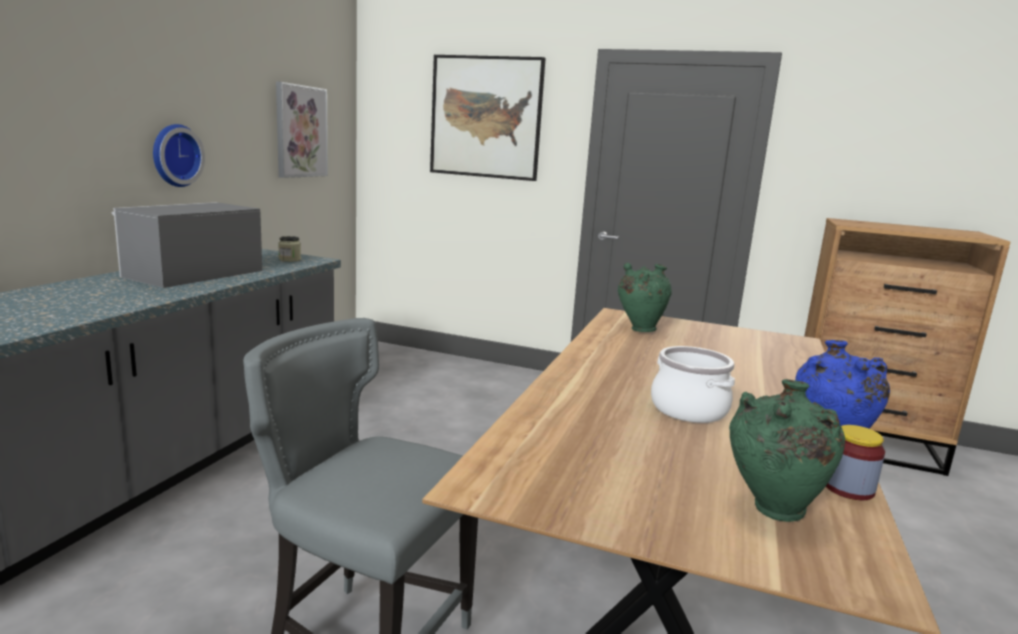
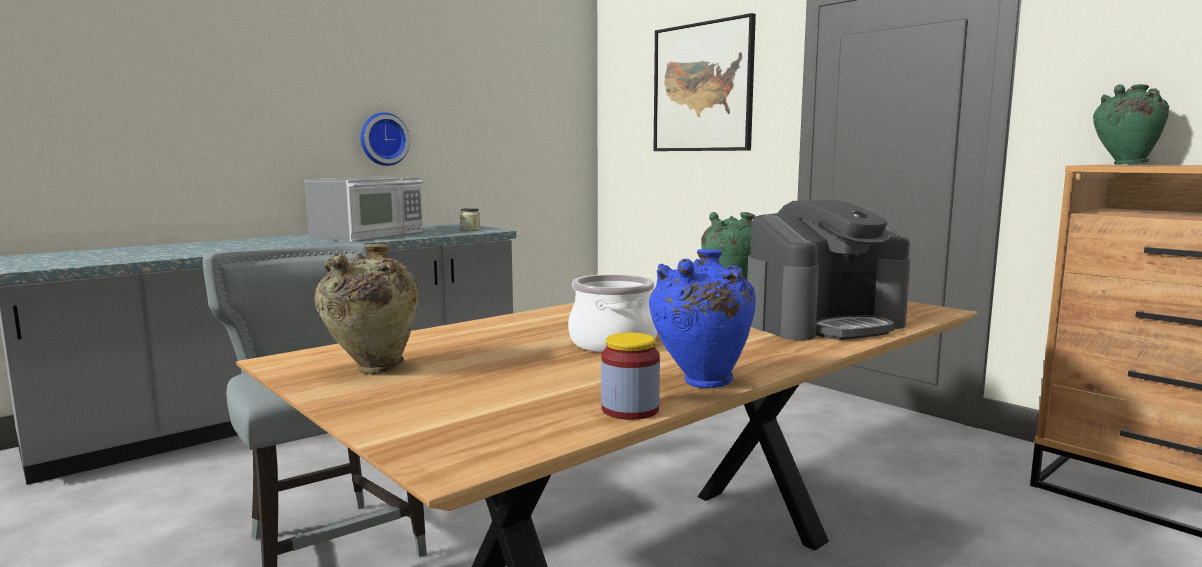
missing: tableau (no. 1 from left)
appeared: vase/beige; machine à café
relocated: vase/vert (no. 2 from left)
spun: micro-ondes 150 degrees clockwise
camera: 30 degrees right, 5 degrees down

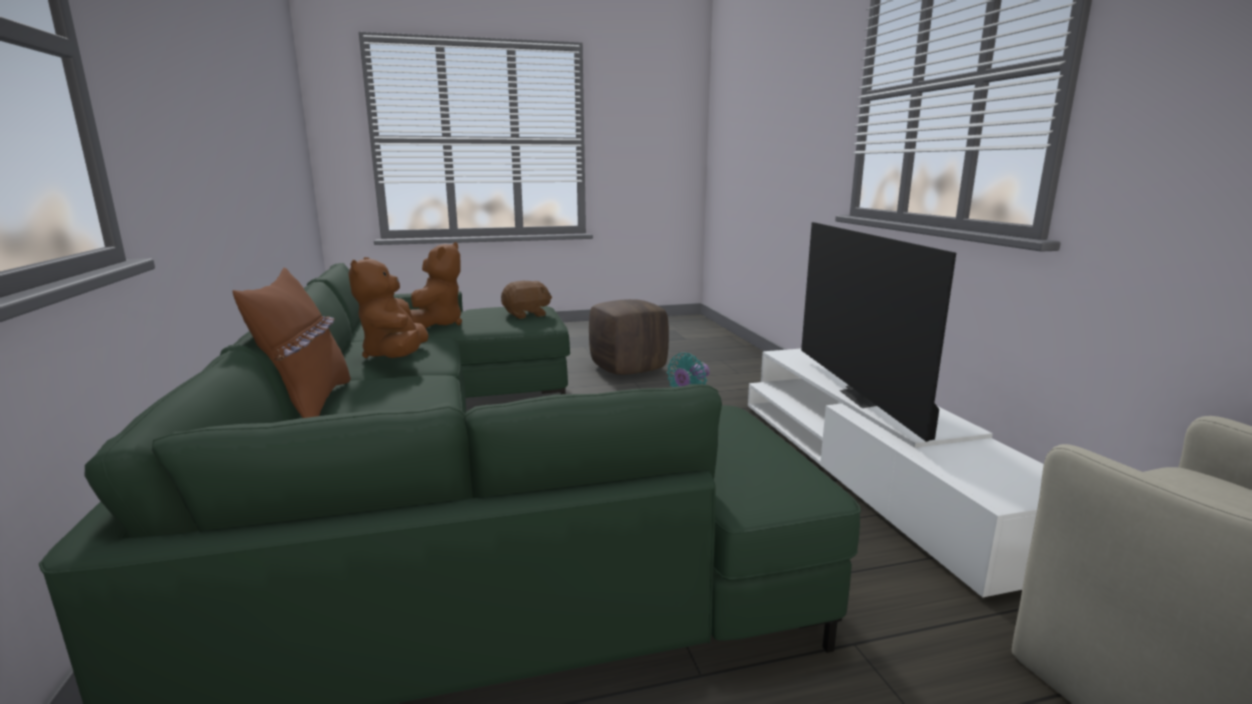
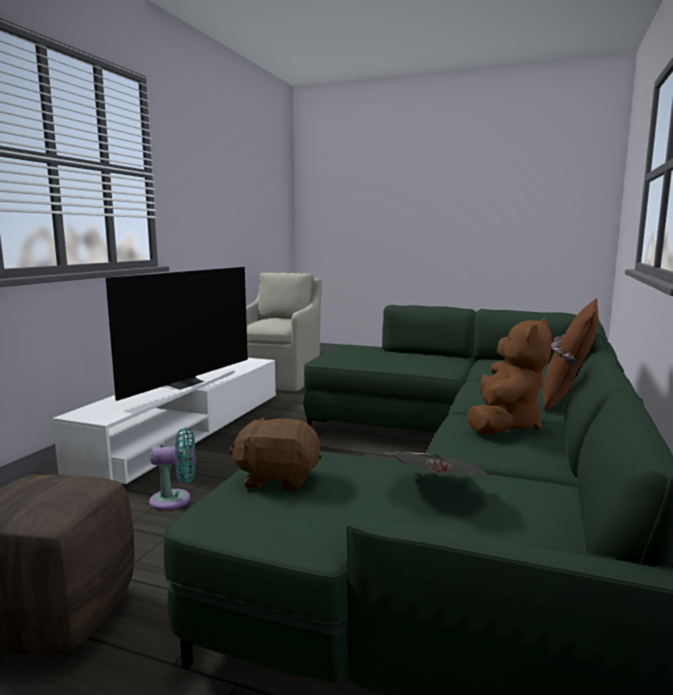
exchanged: peluche/marron (no. 2 from left) to journal
camera: 145 degrees left, 5 degrees down

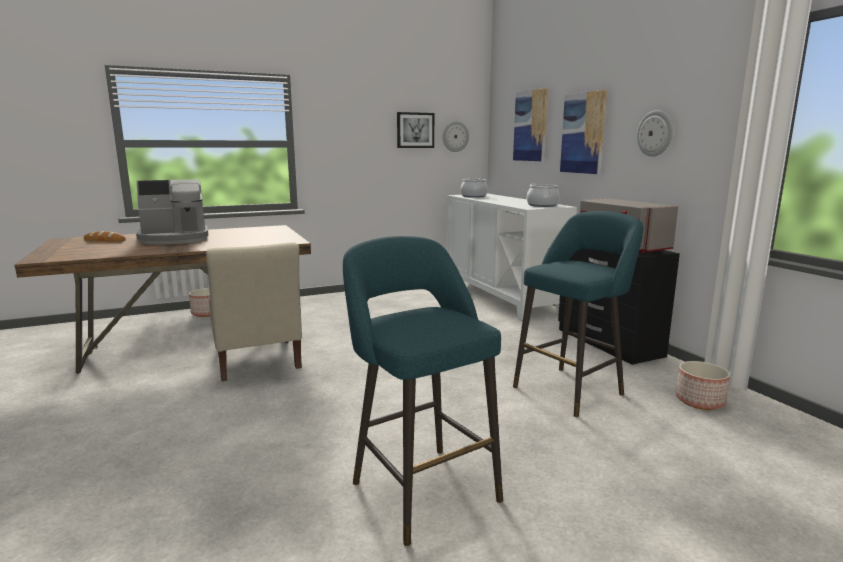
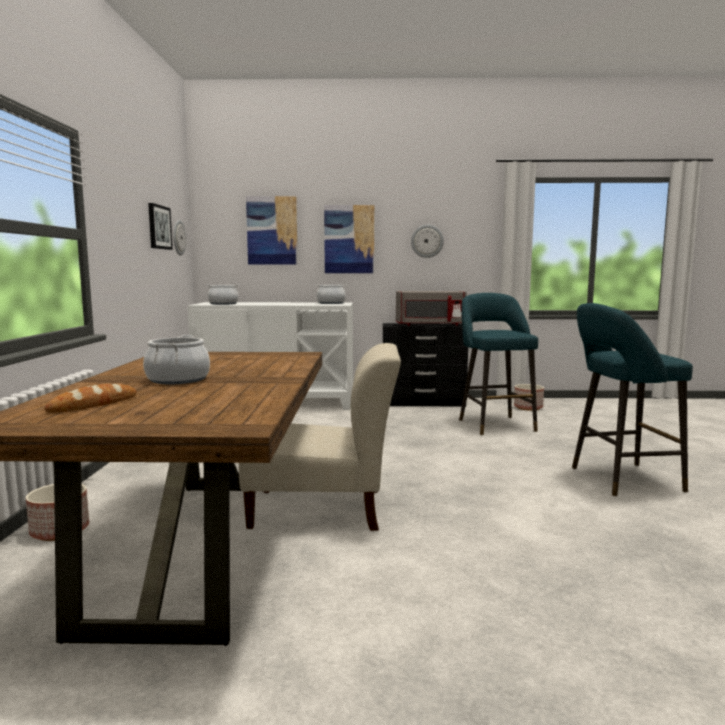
exchanged: machine à café to marmite (no. 1 from left)
camera: 65 degrees left, 5 degrees down

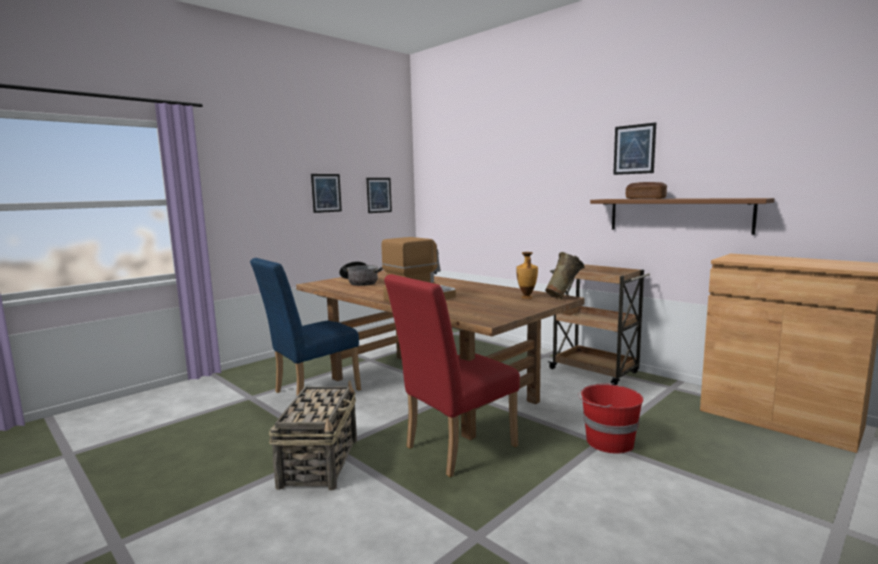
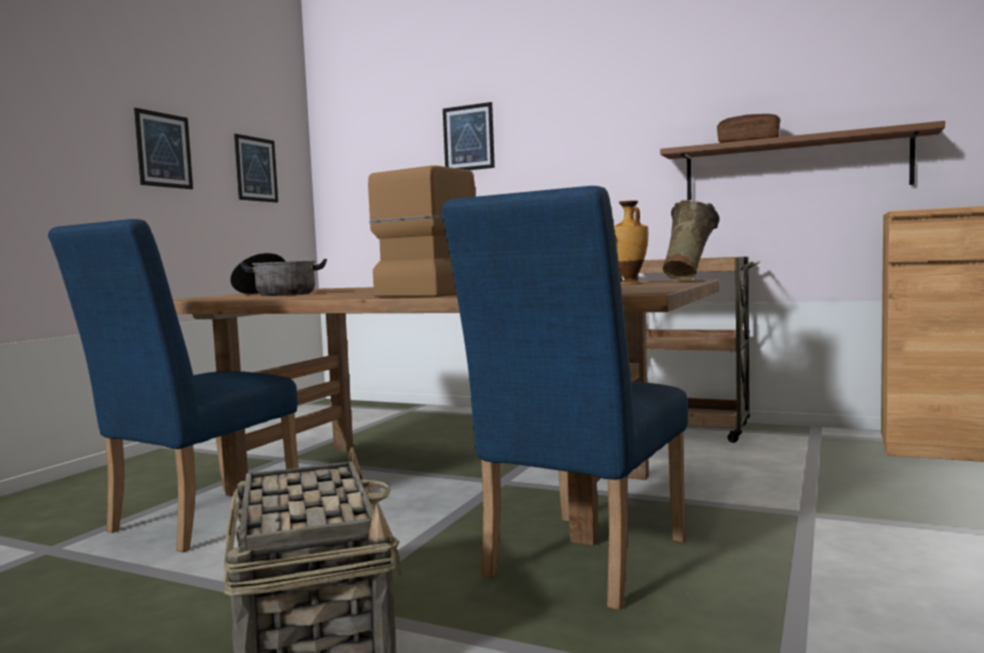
missing: seau/rouge
relocated: tableau (no. 3 from left)
colour: chaise/rouge to chaise/bleu (no. 2 from left)
camera: 20 degrees left, 5 degrees down

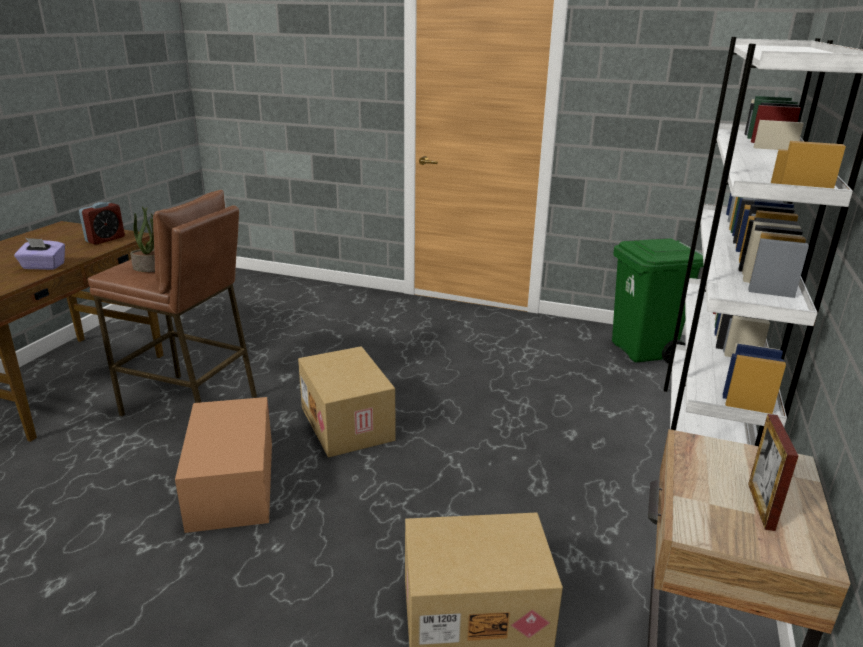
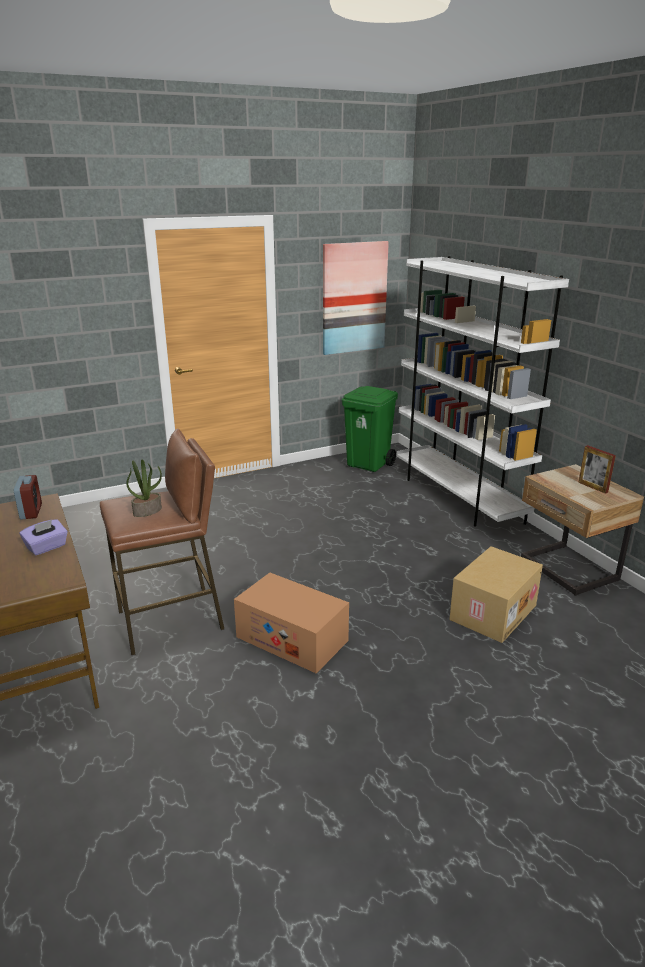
missing: carton (no. 2 from left)
appeared: tableau
camera: 45 degrees left, 0 degrees up

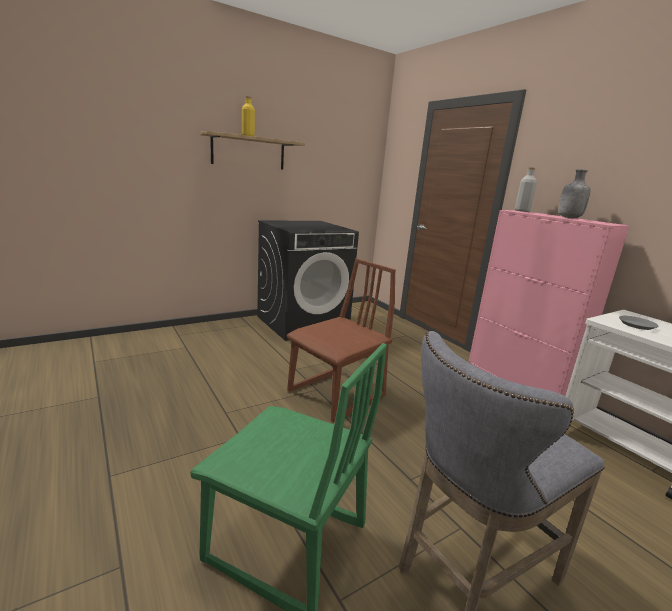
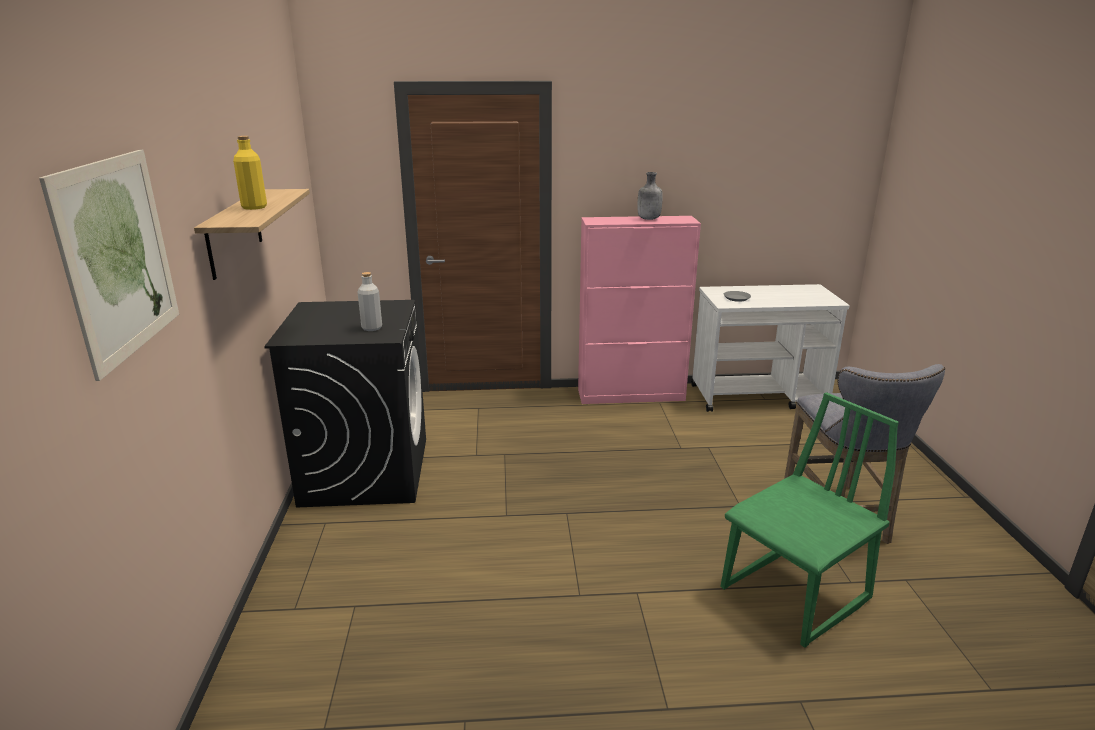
missing: chaise/marron
appeared: tableau
relocated: bouteille/gris (no. 1 from left)
camera: 60 degrees left, 5 degrees up

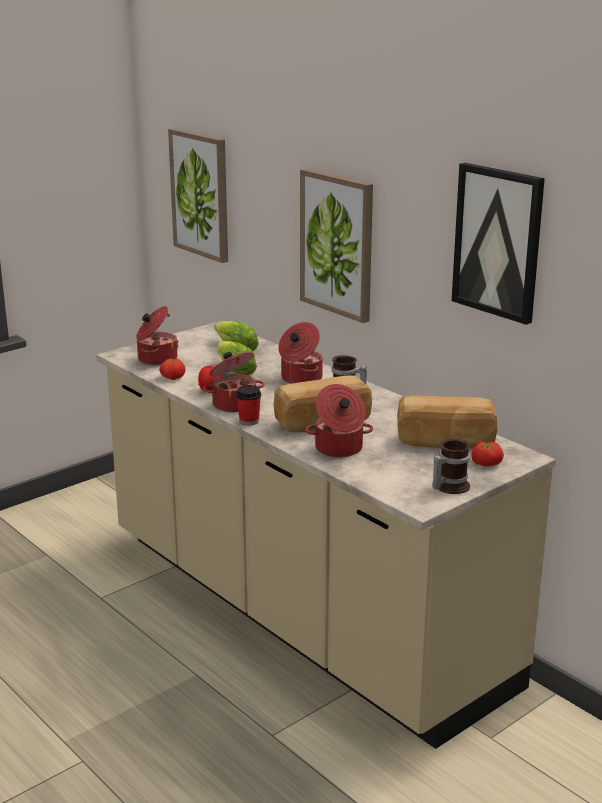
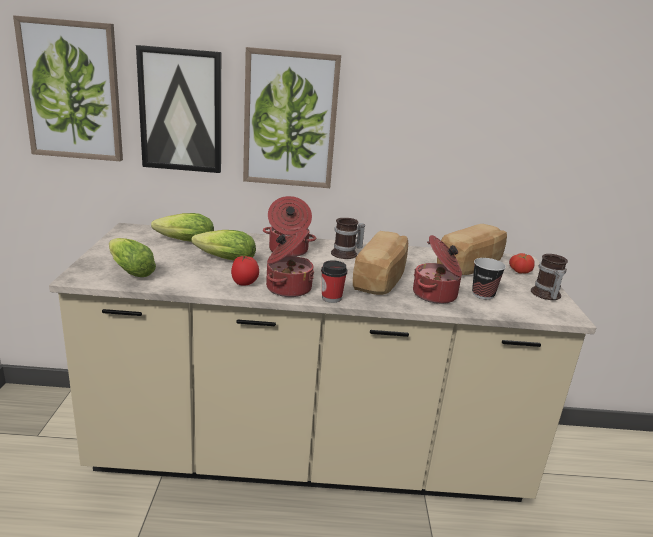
missing: tomate (no. 1 from left)
appeared: tasse (no. 2 from left)
relocated: tableau (no. 3 from left in the first image) to tableau (no. 2 from left)
exchanged: marmite (no. 1 from left) to laitue (no. 1 from left)
camera: 50 degrees left, 0 degrees up

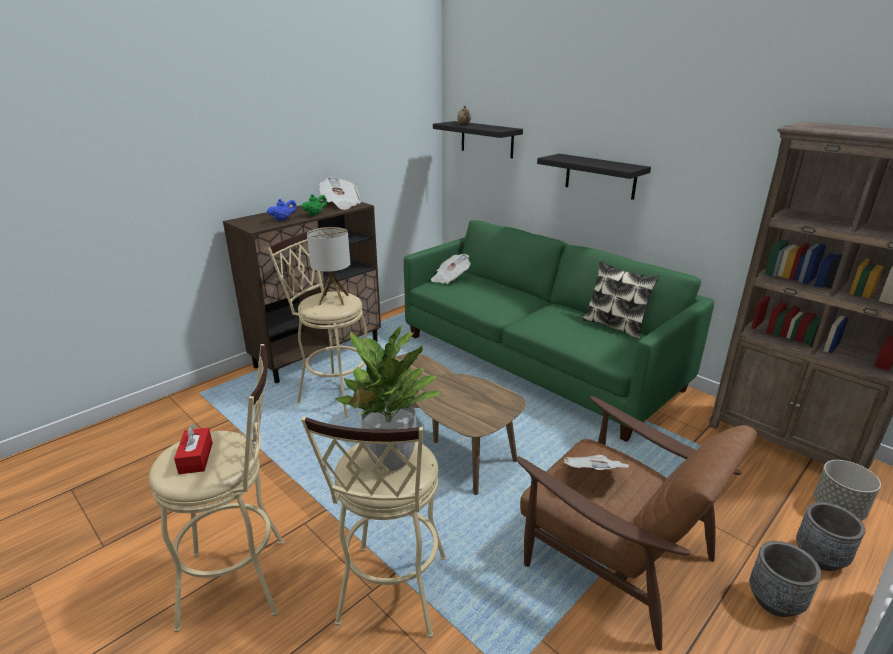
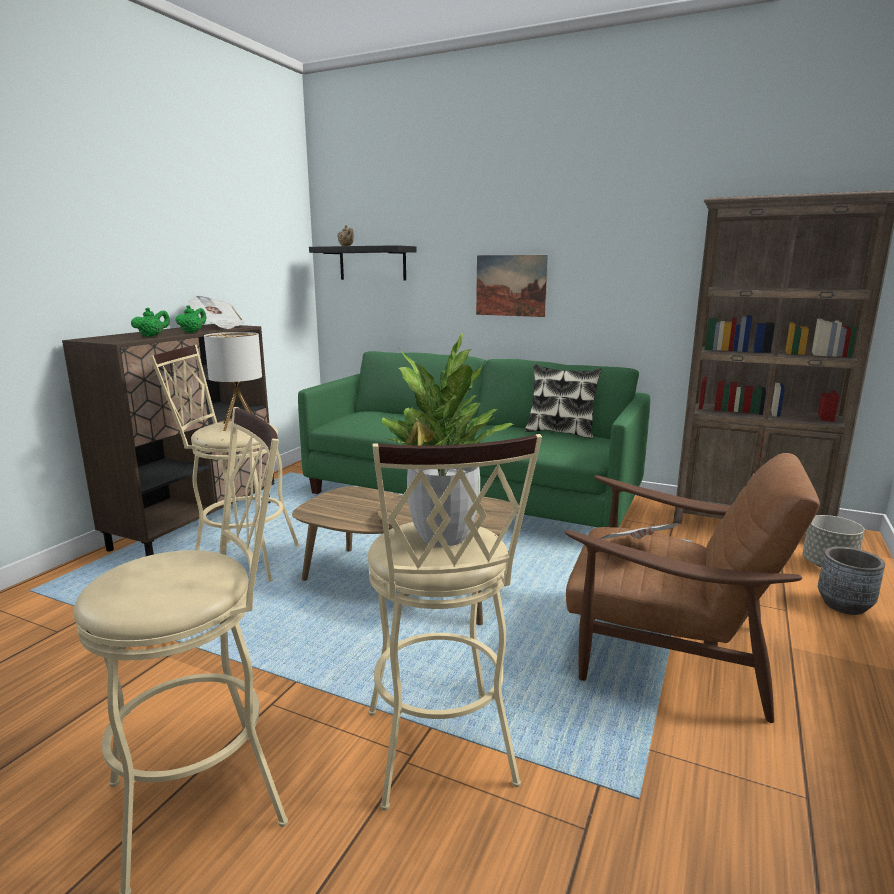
missing: boîte à mouchoirs/rouge; journal (no. 2 from left); cache-pot/gris (no. 1 from left)
exchanged: étagère/noir (no. 2 from left) to tableau
colour: théière/bleu to théière/vert (no. 1 from left)
camera: 20 degrees left, 10 degrees down

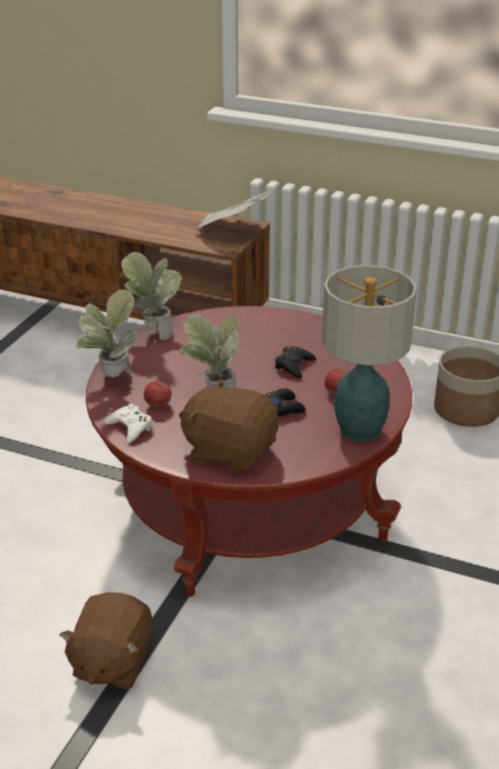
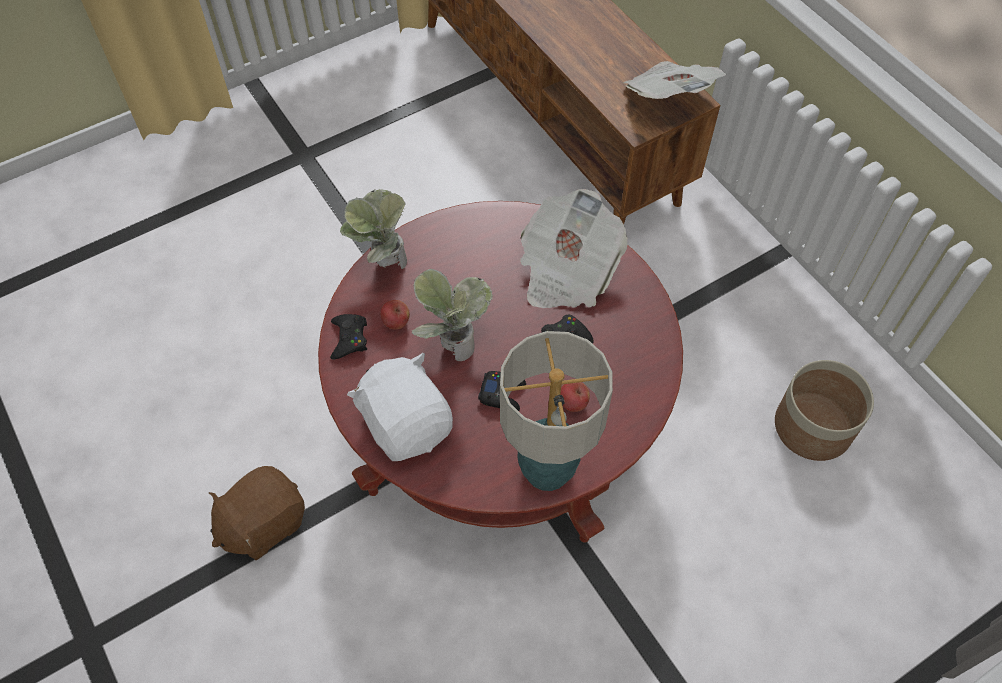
missing: plante en pot (no. 2 from left)
appeared: journal (no. 1 from left)
colour: manette/blanc to manette/noir (no. 1 from left); peluche/marron (no. 2 from left) to peluche/blanc
camera: 35 degrees right, 25 degrees up

